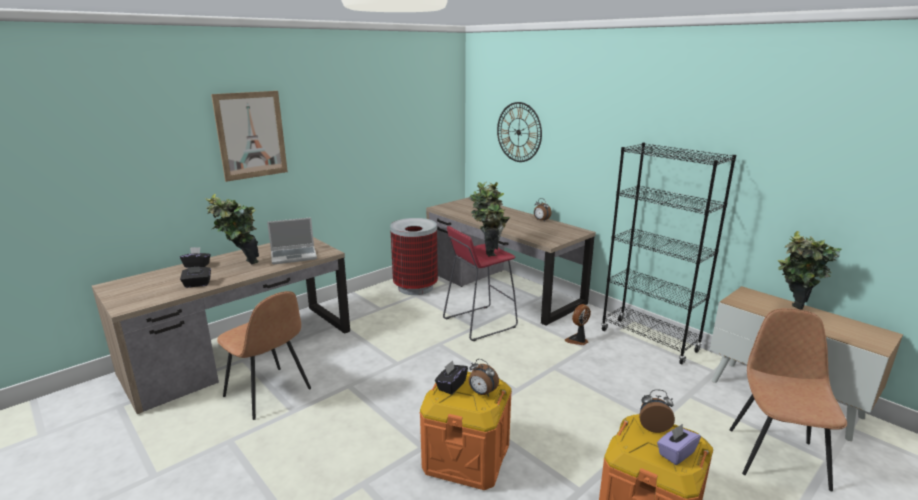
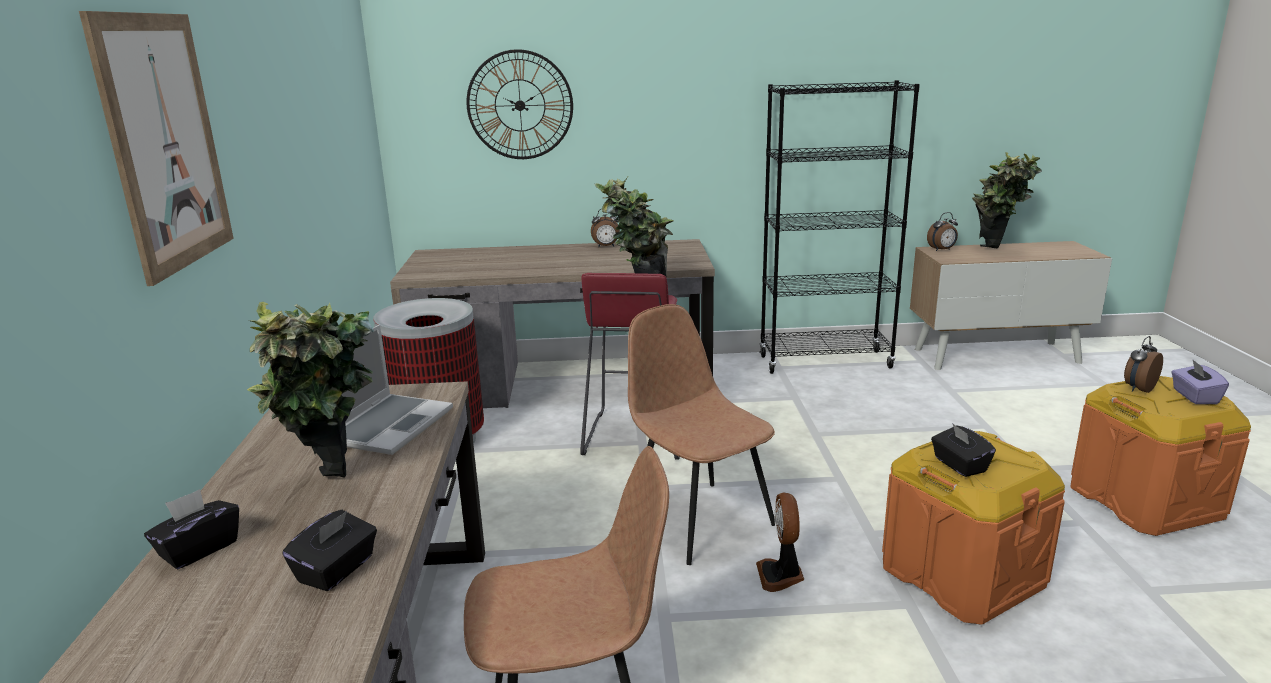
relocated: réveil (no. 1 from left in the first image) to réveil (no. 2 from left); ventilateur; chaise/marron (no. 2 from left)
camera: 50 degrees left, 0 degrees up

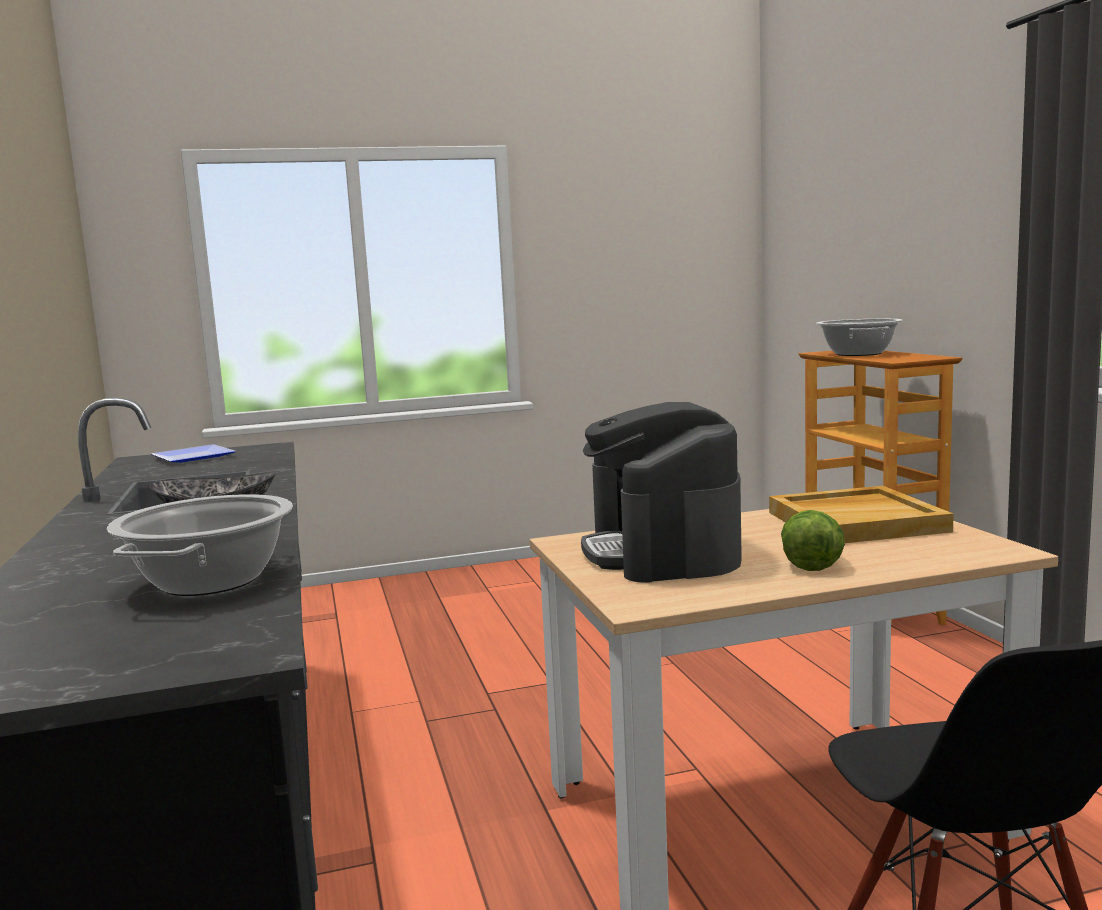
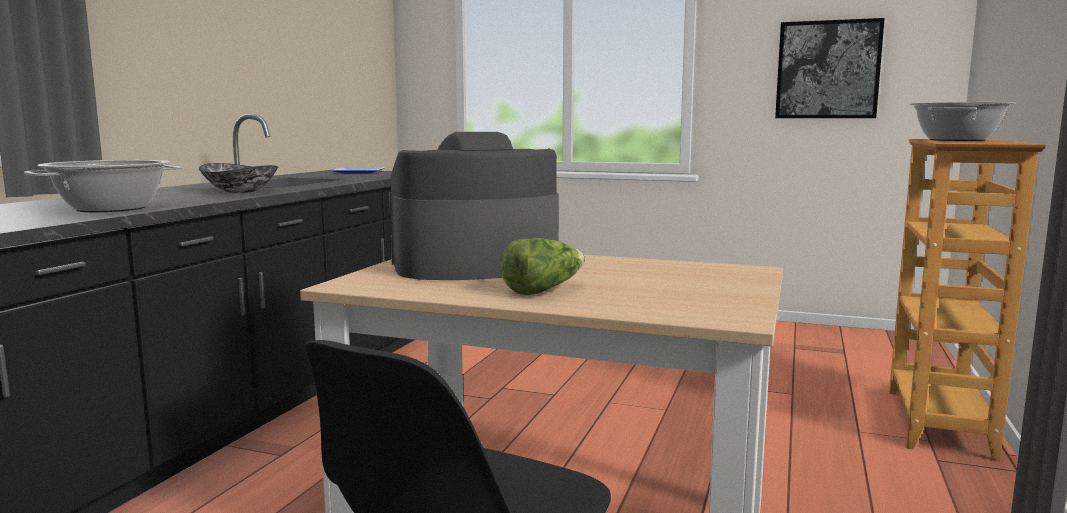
missing: plateau/beige
appeared: tableau
spun: machine à café 45 degrees clockwise
camera: 35 degrees right, 0 degrees up

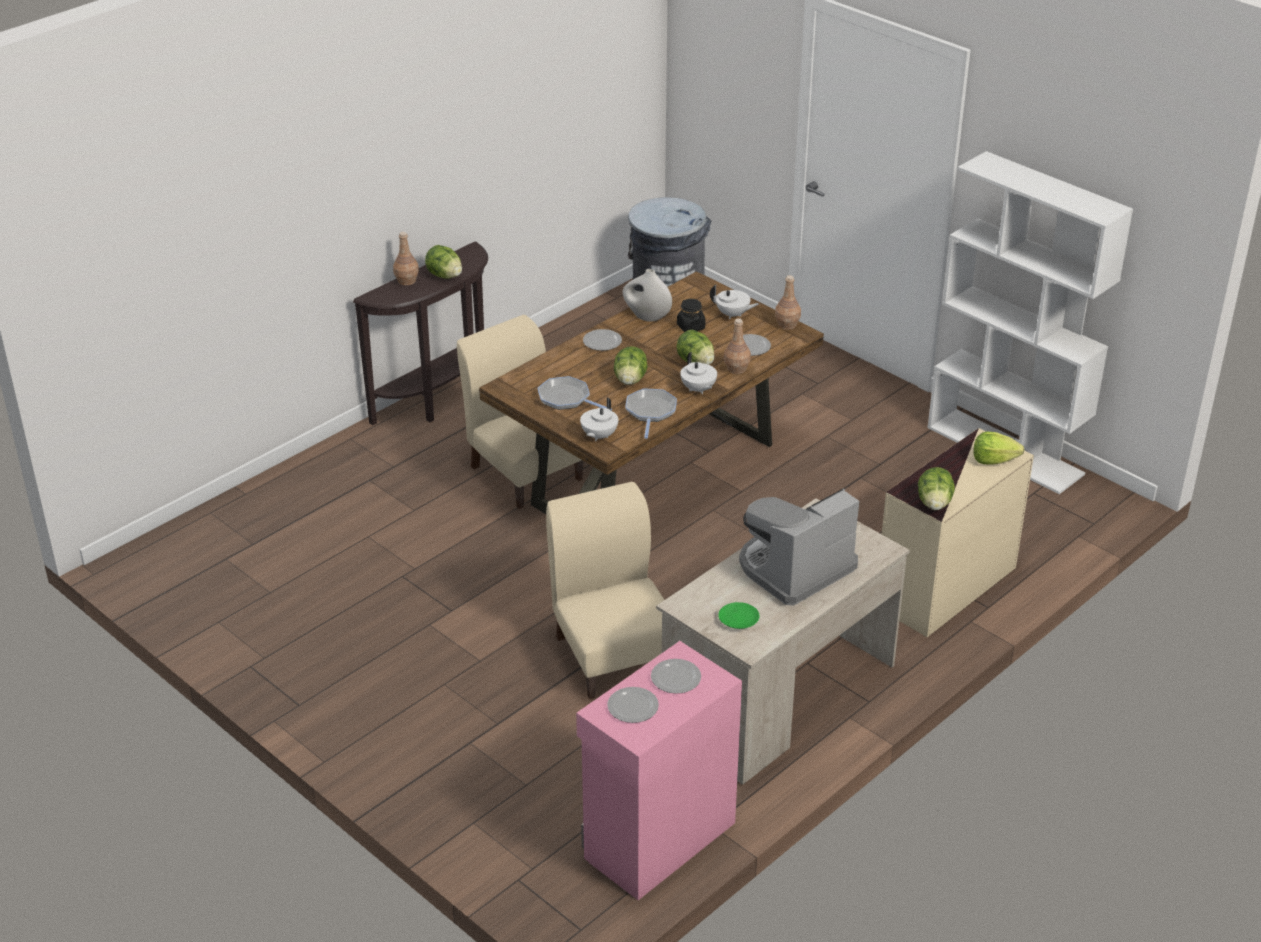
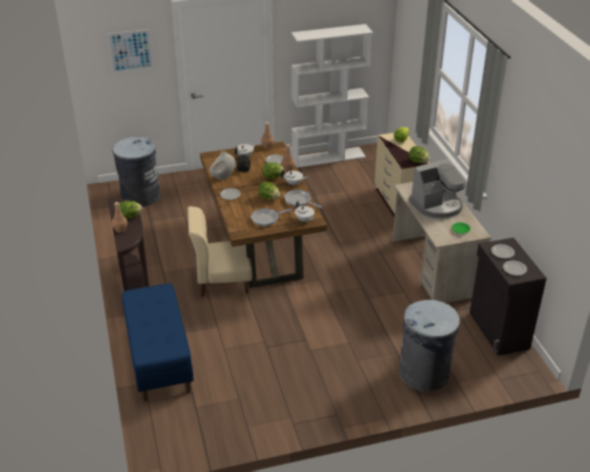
missing: chaise/beige (no. 2 from left)
appeared: tableau; banc/bleu; poubelle/gris (no. 2 from left)
colour: meuble de rangement/rose to meuble de rangement/noir
spun: machine à café 105 degrees counterclockwise
camera: 60 degrees left, 0 degrees up

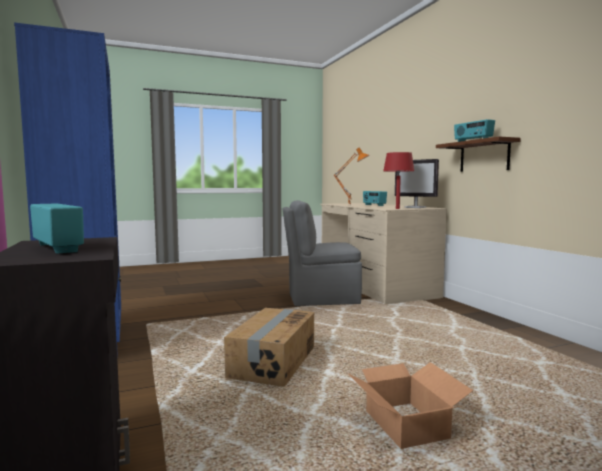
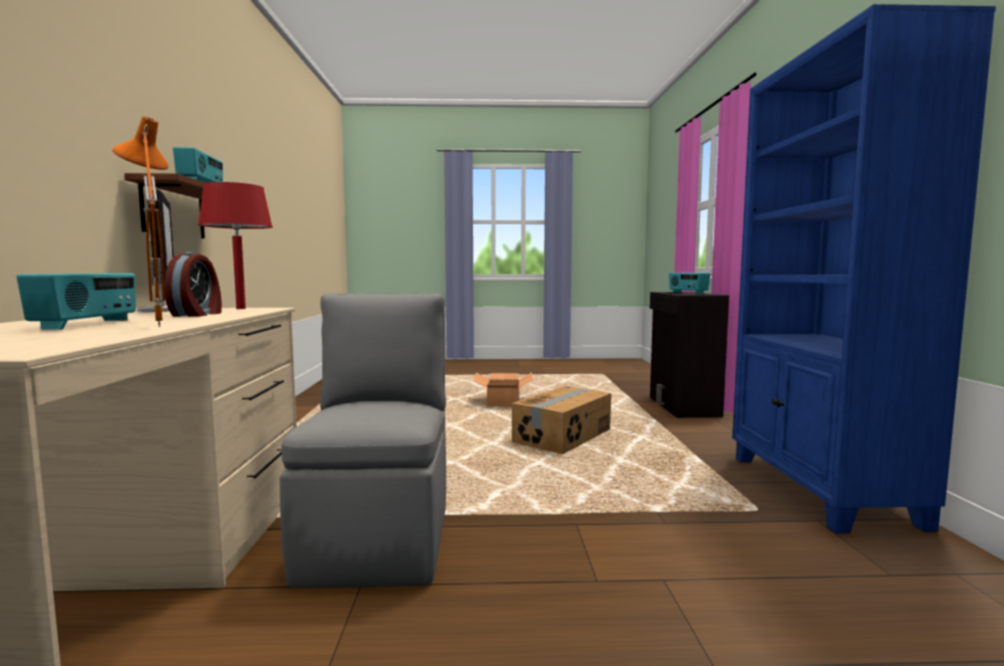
appeared: réveil
spun: chaise/gris 105 degrees counterclockwise
camera: 160 degrees left, 0 degrees up

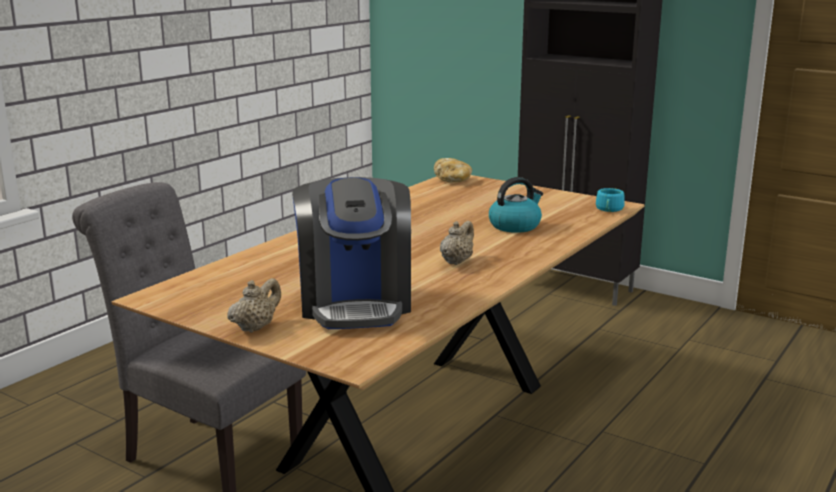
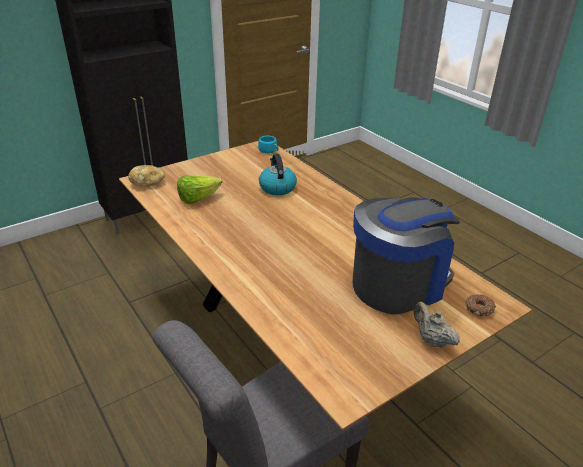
missing: théière/beige (no. 2 from left)
appeared: laitue; beignet
spun: machine à café 45 degrees counterclockwise
camera: 70 degrees left, 15 degrees up

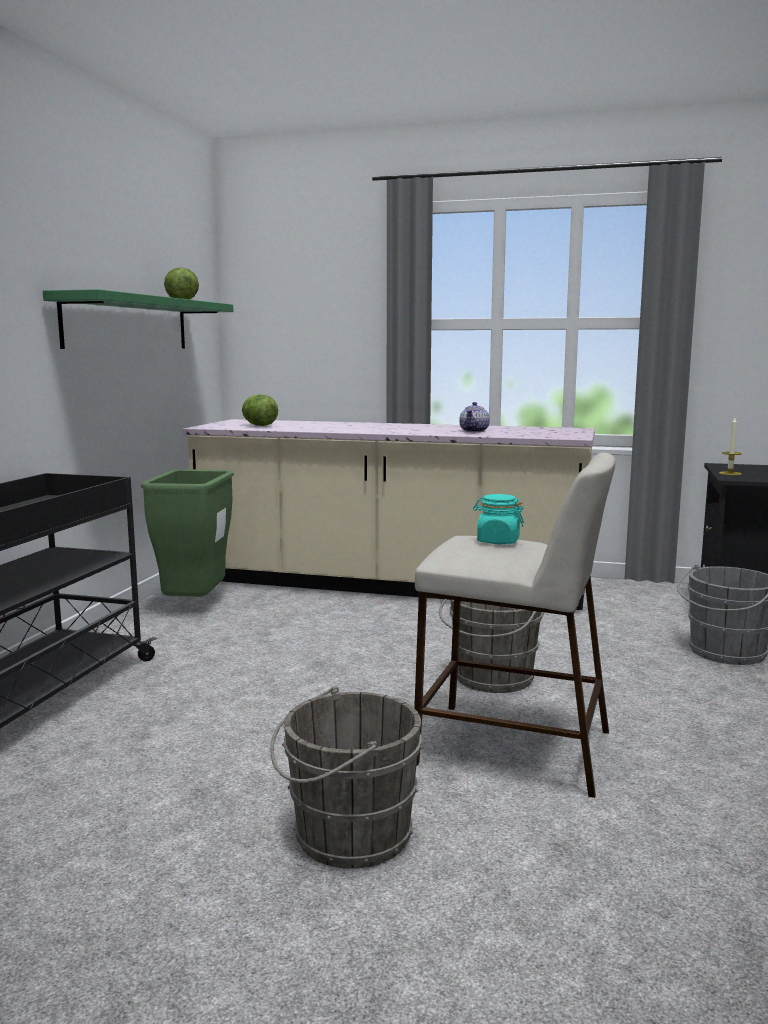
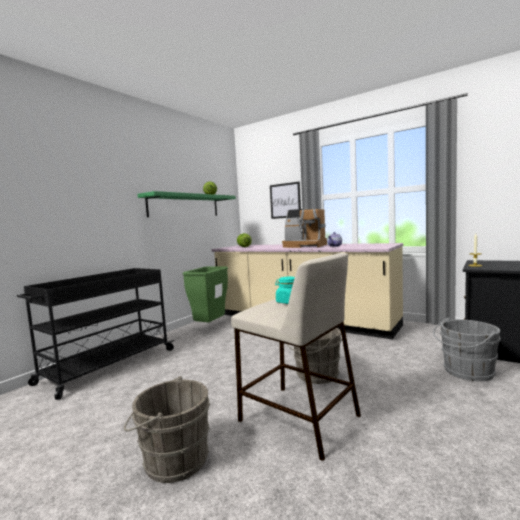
appeared: tableau; machine à café
camera: 20 degrees right, 5 degrees down

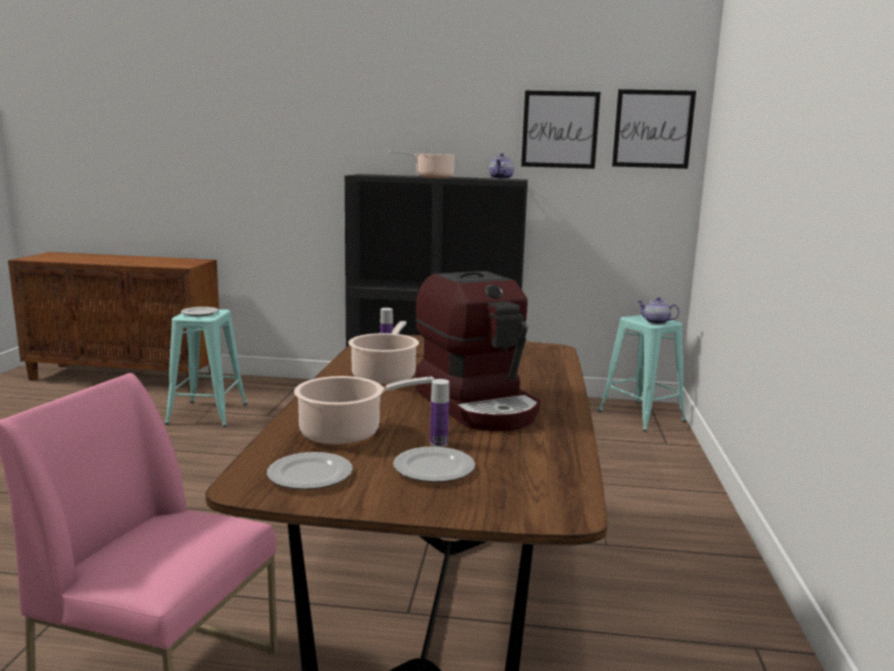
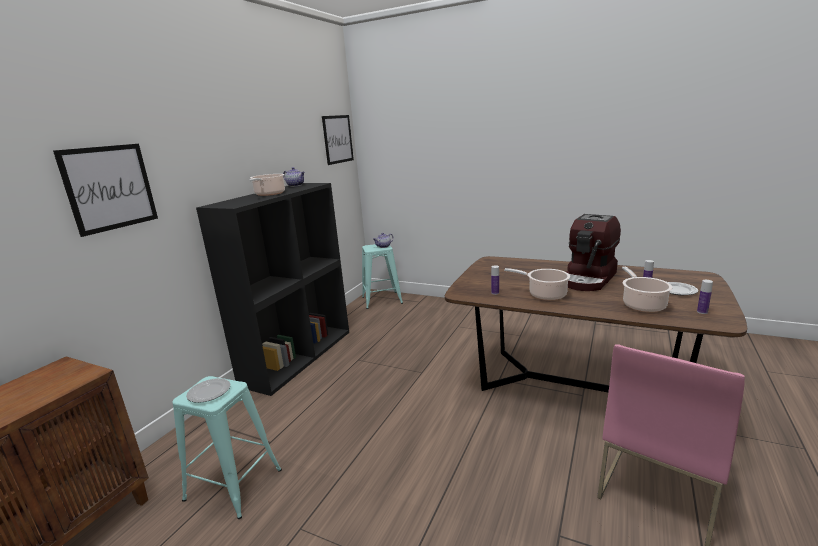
relocated: tableau (no. 1 from left)
exchanged: assiette (no. 2 from left) to bouteille (no. 3 from left)
spun: machine à café 135 degrees clockwise
camera: 70 degrees left, 5 degrees up

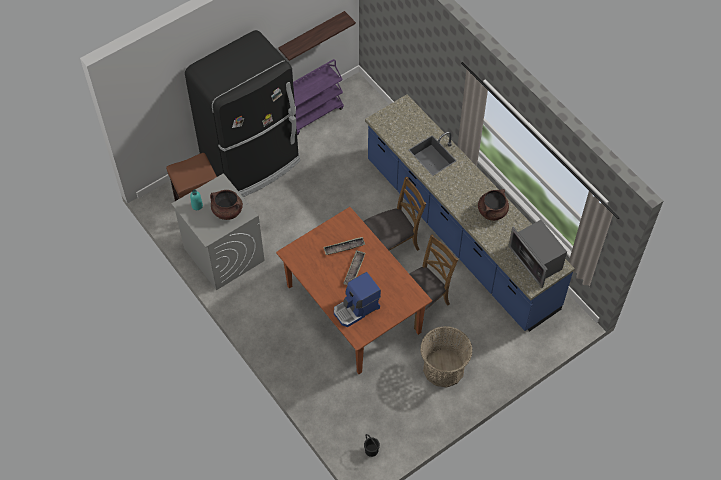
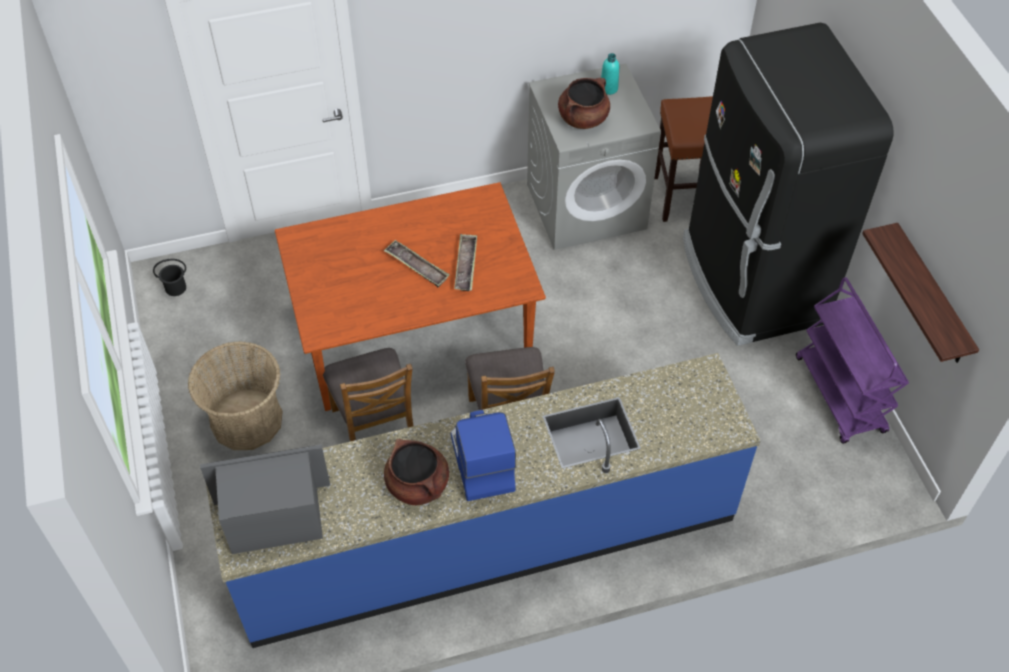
relocated: machine à café
camera: 110 degrees right, 5 degrees down

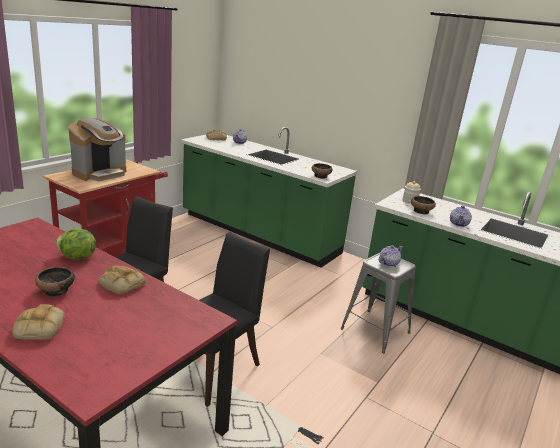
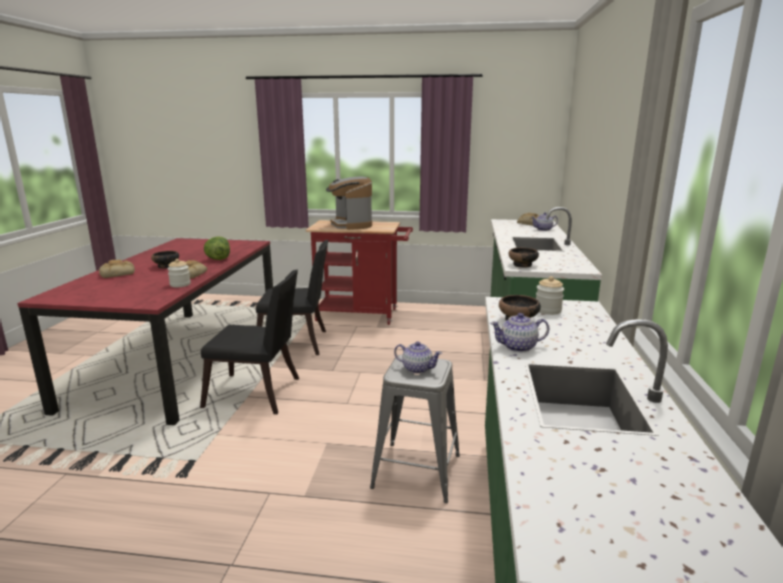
appeared: bocal (no. 1 from left)
spun: machine à café 60 degrees clockwise
camera: 65 degrees right, 5 degrees down

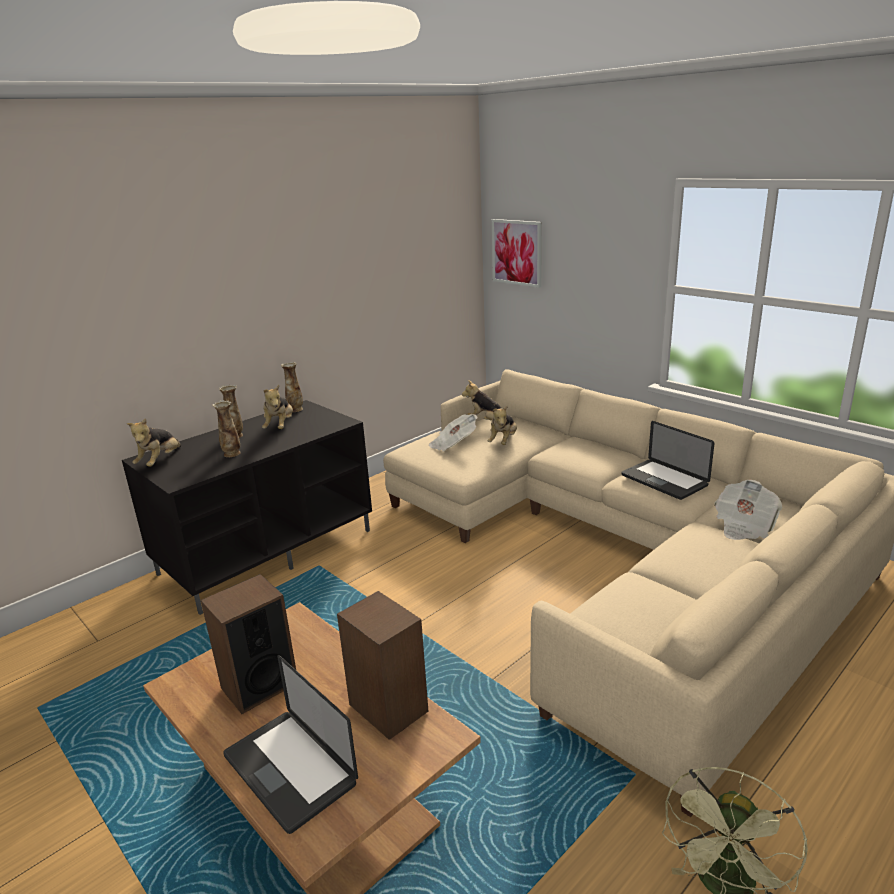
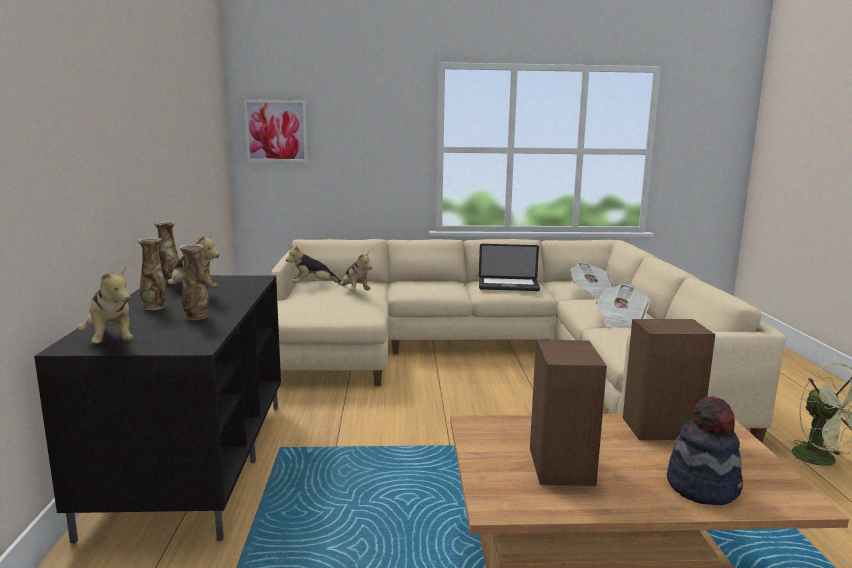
relocated: journal (no. 1 from left in the first image) to journal (no. 2 from left)
exchanged: ordinateur portable (no. 1 from left) to chapeau
camera: 50 degrees left, 10 degrees down

